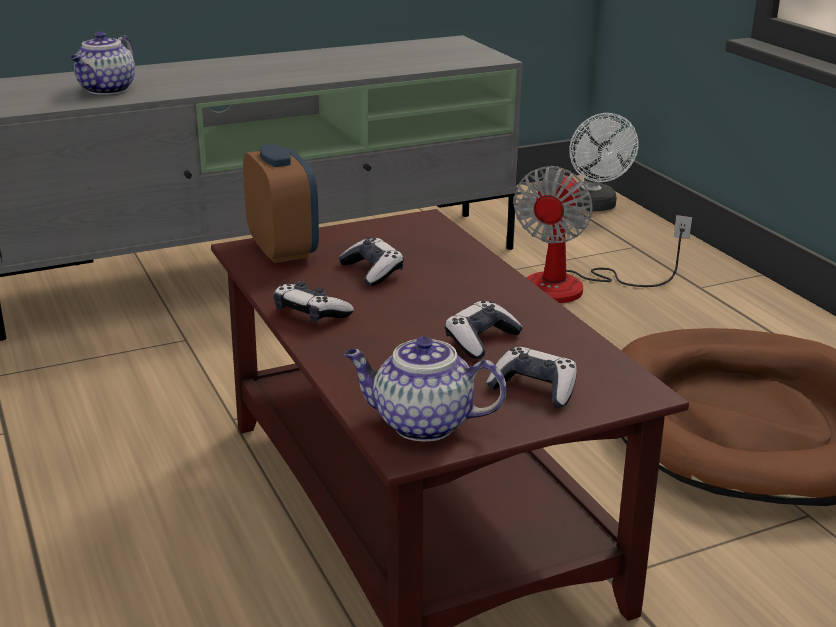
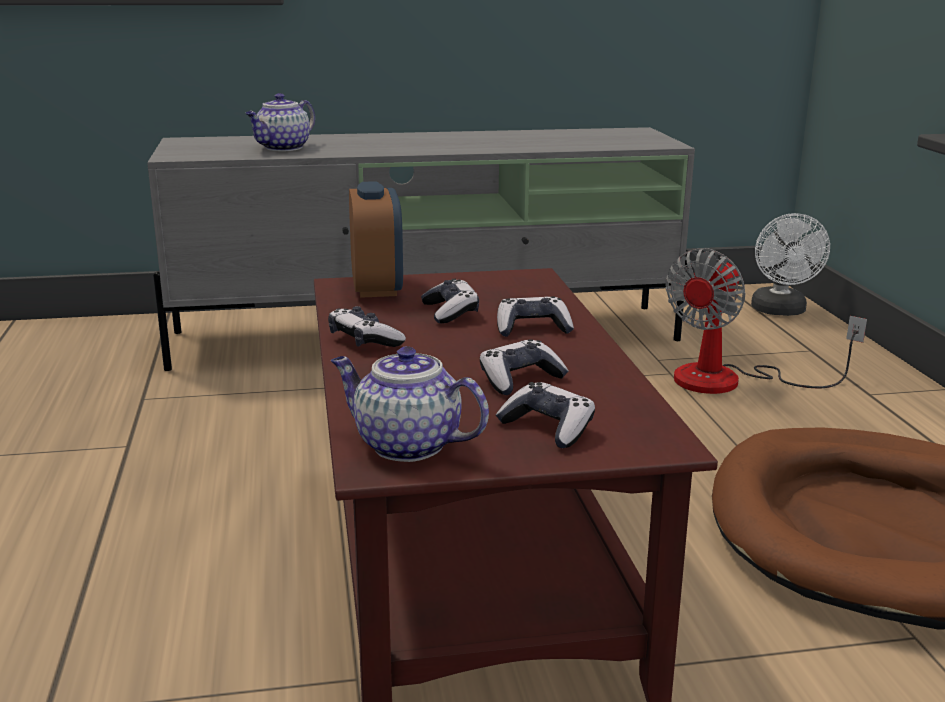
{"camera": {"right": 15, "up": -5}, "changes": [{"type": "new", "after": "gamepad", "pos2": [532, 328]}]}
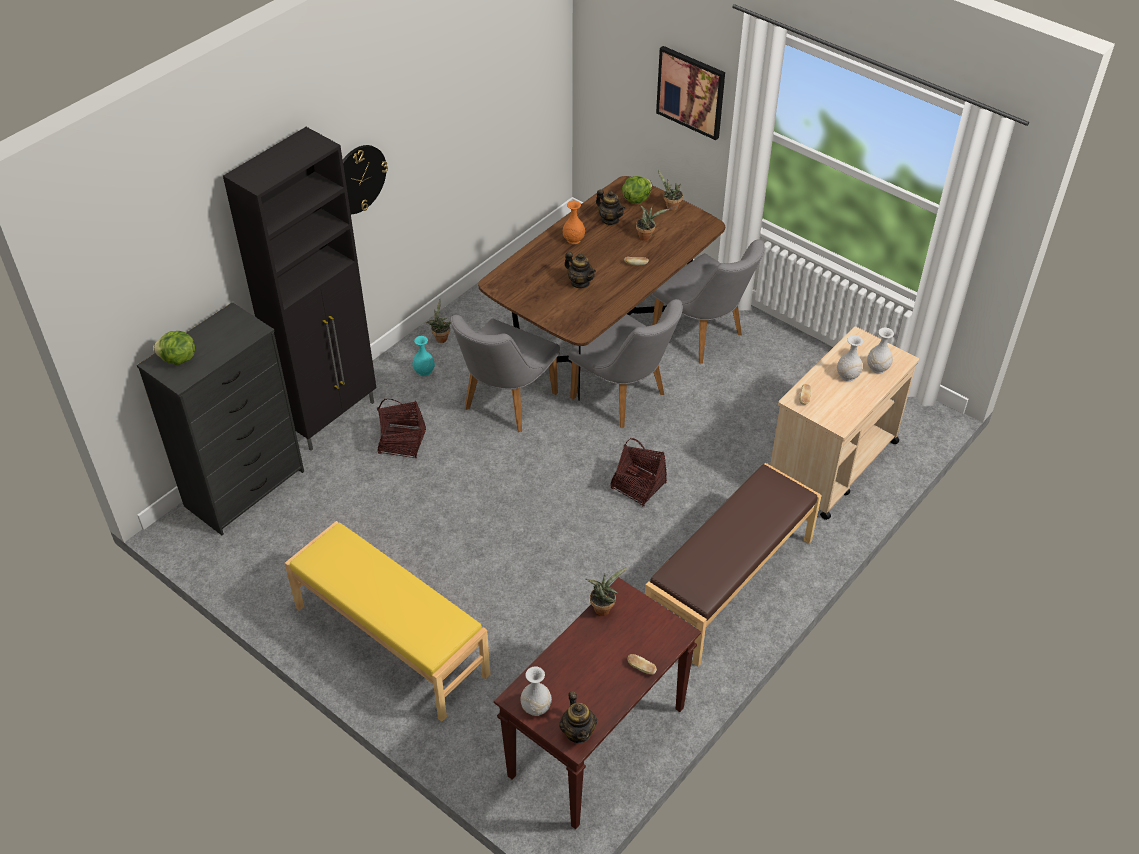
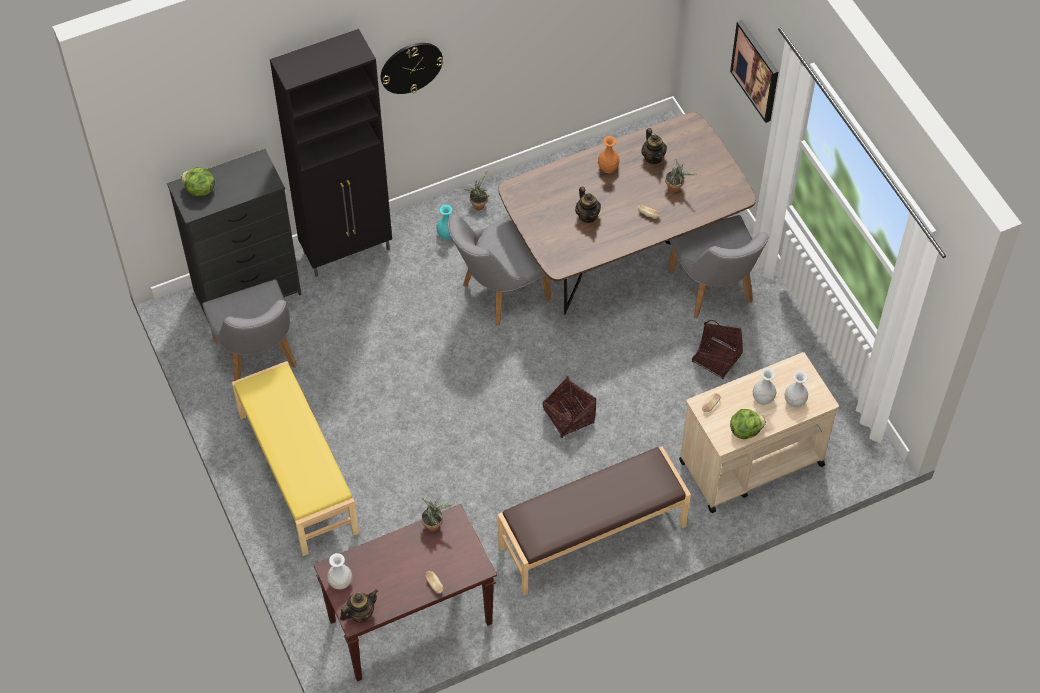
{"camera": {"right": 25, "up": 10}, "changes": [{"type": "shifted", "before": "storage_basket", "pos1": [402, 442], "pos2": [716, 358]}, {"type": "rotated", "before": "tea_pot", "pos1": [578, 732], "pos2": [360, 613], "turn": -135}, {"type": "shifted", "before": "grey_plain_chair", "pos1": [625, 399], "pos2": [259, 358]}, {"type": "shifted", "before": "lettuce_head", "pos1": [636, 199], "pos2": [745, 430]}, {"type": "gone", "before": "plant_in_a_pot", "pos1": [670, 207]}]}
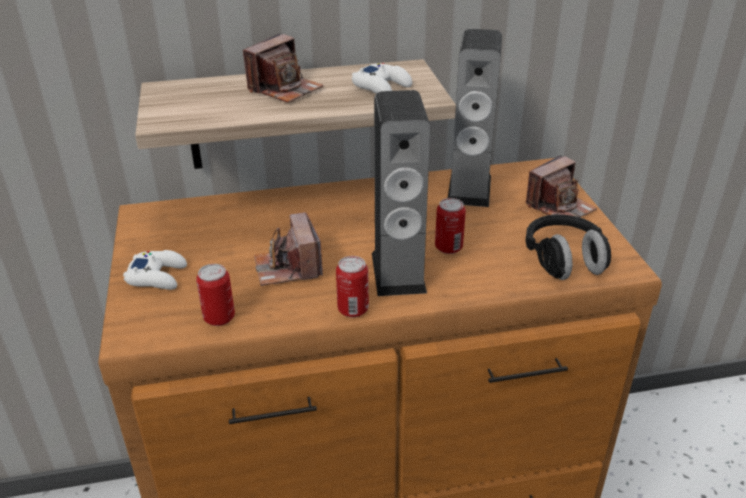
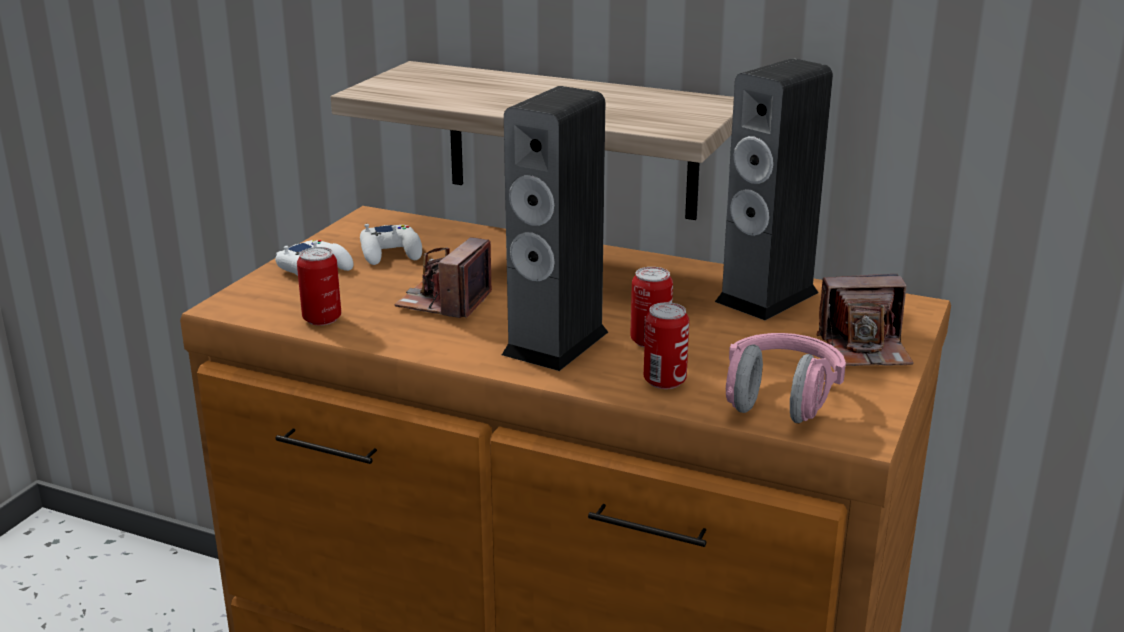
{"camera": {"right": 35, "up": -10}, "changes": [{"type": "gone", "before": "photo_camera", "pos1": [285, 89]}, {"type": "shifted", "before": "can", "pos1": [353, 309], "pos2": [664, 381]}, {"type": "shifted", "before": "white_gamepad", "pos1": [382, 87], "pos2": [391, 252]}, {"type": "repainted", "before": "black-coloured_headphones", "after": "pink_headphones", "pos1": [564, 261], "pos2": [779, 399]}]}
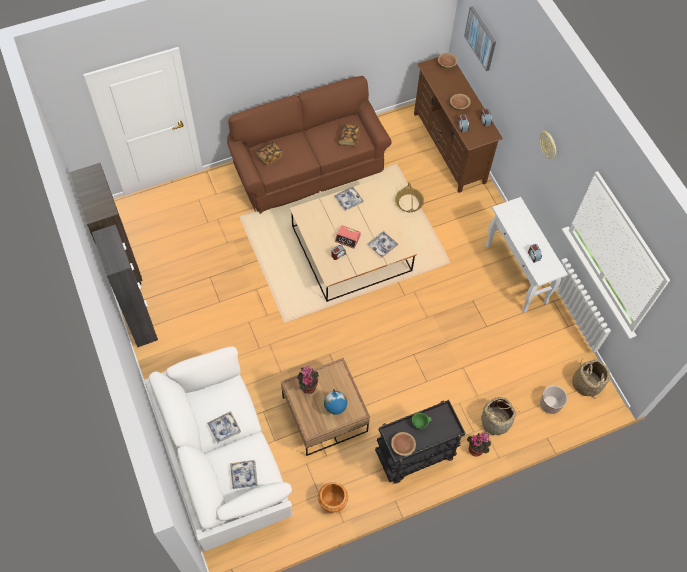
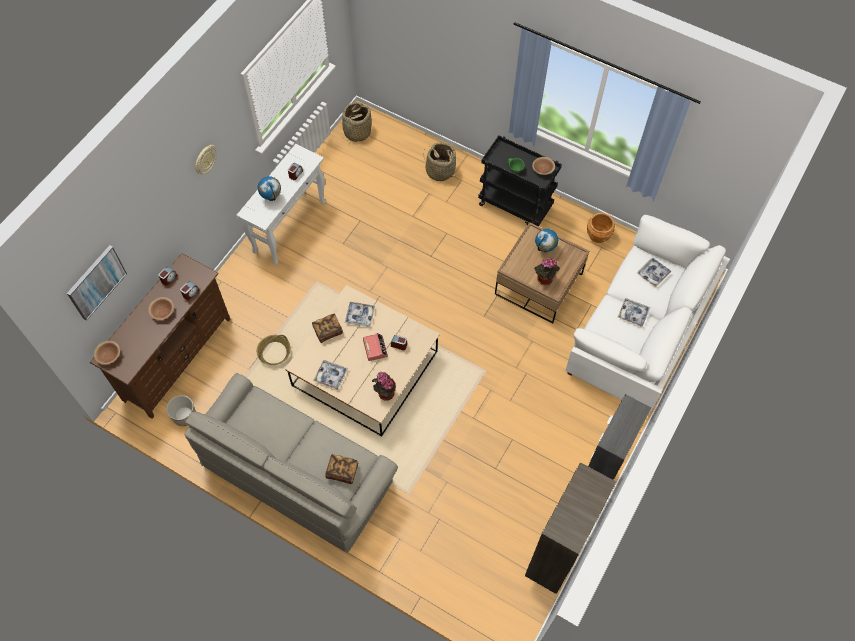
{"camera": {"right": -125, "up": 0}, "changes": [{"type": "repainted", "before": "brownish_sofa", "after": "grey_sofa", "pos1": [308, 167], "pos2": [297, 472]}, {"type": "shifted", "before": "volume", "pos1": [348, 139], "pos2": [328, 331]}, {"type": "shifted", "before": "plant_in_a_pot", "pos1": [477, 448], "pos2": [384, 393]}, {"type": "shifted", "before": "plant_pot", "pos1": [550, 404], "pos2": [184, 416]}, {"type": "new", "after": "globe", "pos2": [271, 198]}]}
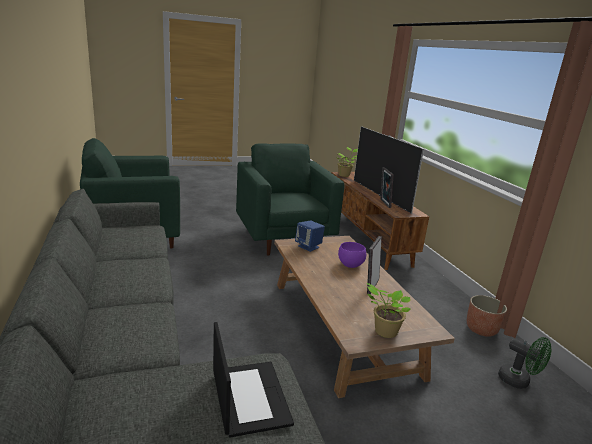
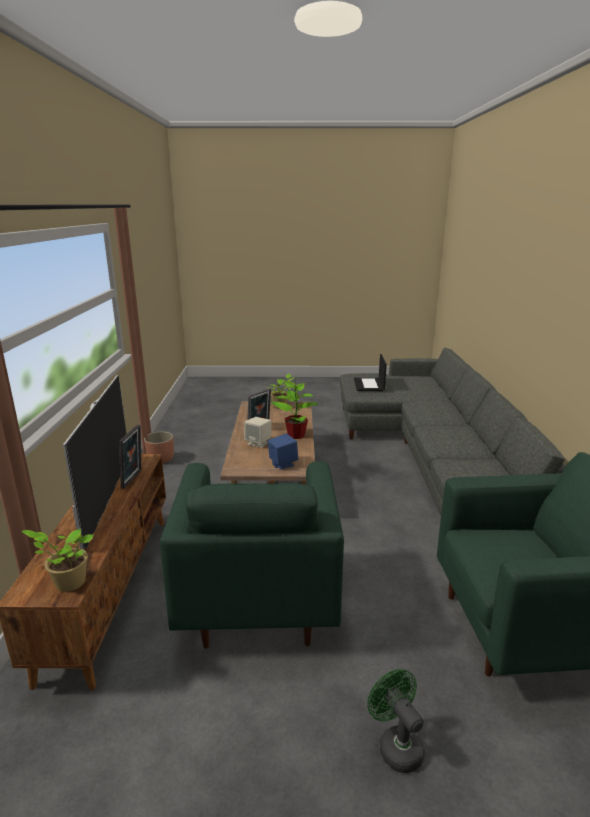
{"camera": {"right": -160, "up": 0}, "changes": [{"type": "swapped", "before": "purple-coloured_deep_dish", "after": "sand-coloured_loudspeaker", "pos1": [350, 265], "pos2": [258, 443]}, {"type": "shifted", "before": "green-coloured_fan", "pos1": [519, 381], "pos2": [396, 745]}, {"type": "new", "after": "plant_in_a_pot", "pos2": [296, 435]}]}
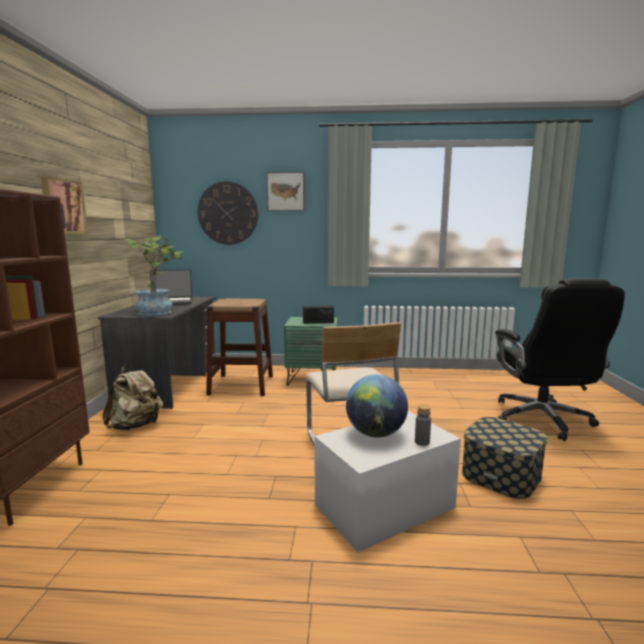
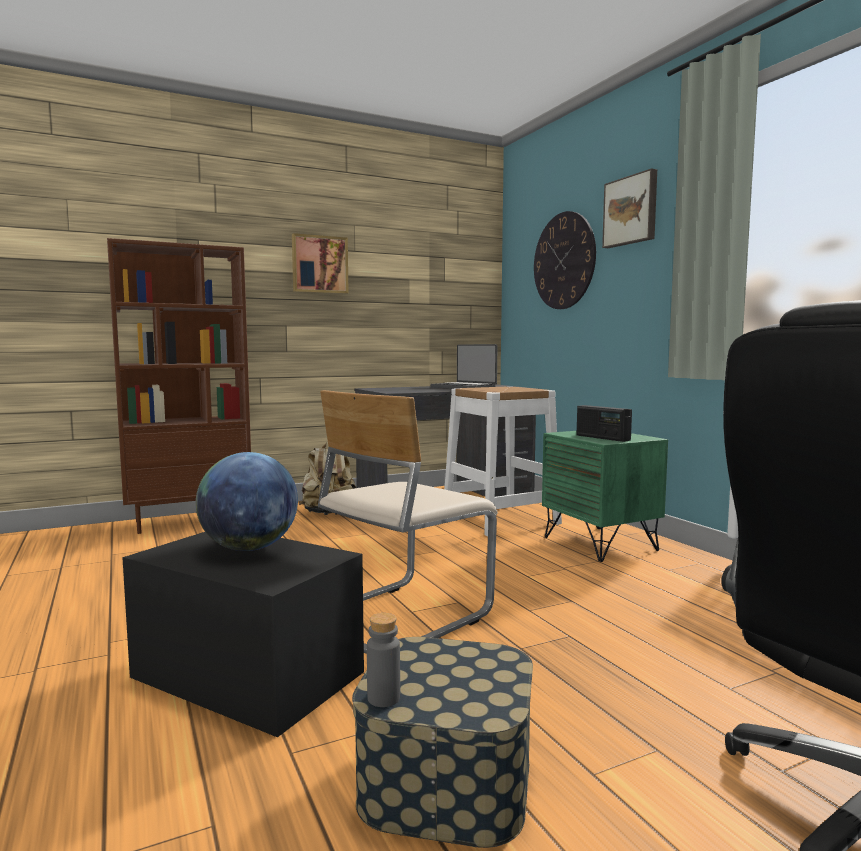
{"camera": {"right": 60, "up": -5}, "changes": [{"type": "gone", "before": "plant_in_a_pot", "pos1": [159, 311]}, {"type": "repainted", "before": "brownish_stool_seat", "after": "white_stool_seat", "pos1": [241, 385], "pos2": [500, 519]}, {"type": "repainted", "before": "white_storage_container", "after": "black-coloured_storage_container", "pos1": [384, 506], "pos2": [247, 674]}, {"type": "shifted", "before": "grey_drink_bottle", "pos1": [422, 442], "pos2": [383, 698]}]}
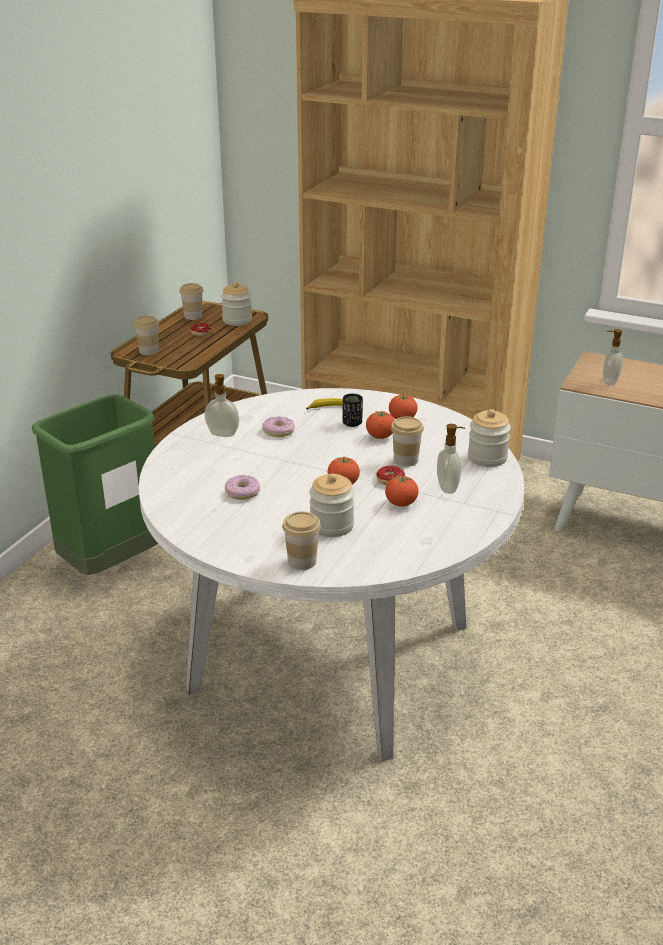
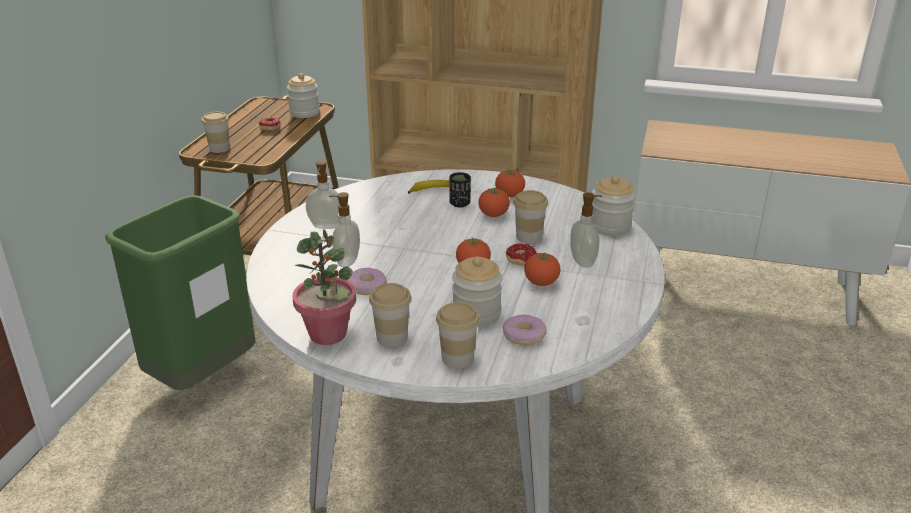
{"camera": {"right": -10, "up": 0}, "changes": [{"type": "shifted", "before": "small_cup", "pos1": [193, 316], "pos2": [392, 337]}, {"type": "shifted", "before": "doughnut", "pos1": [278, 431], "pos2": [524, 335]}, {"type": "shifted", "before": "soap_dispenser", "pos1": [609, 381], "pos2": [346, 261]}, {"type": "new", "after": "plant_in_a_pot", "pos2": [328, 334]}]}
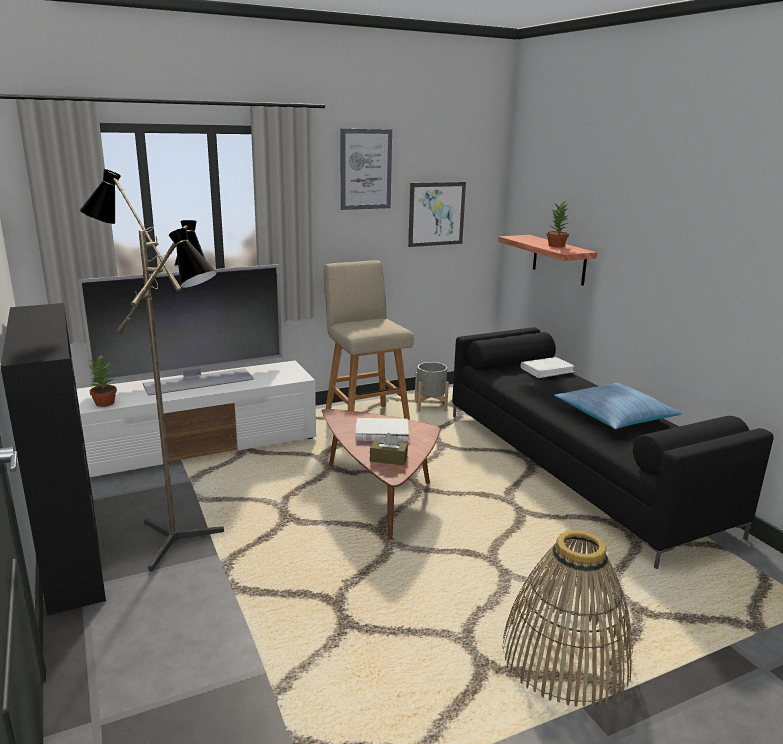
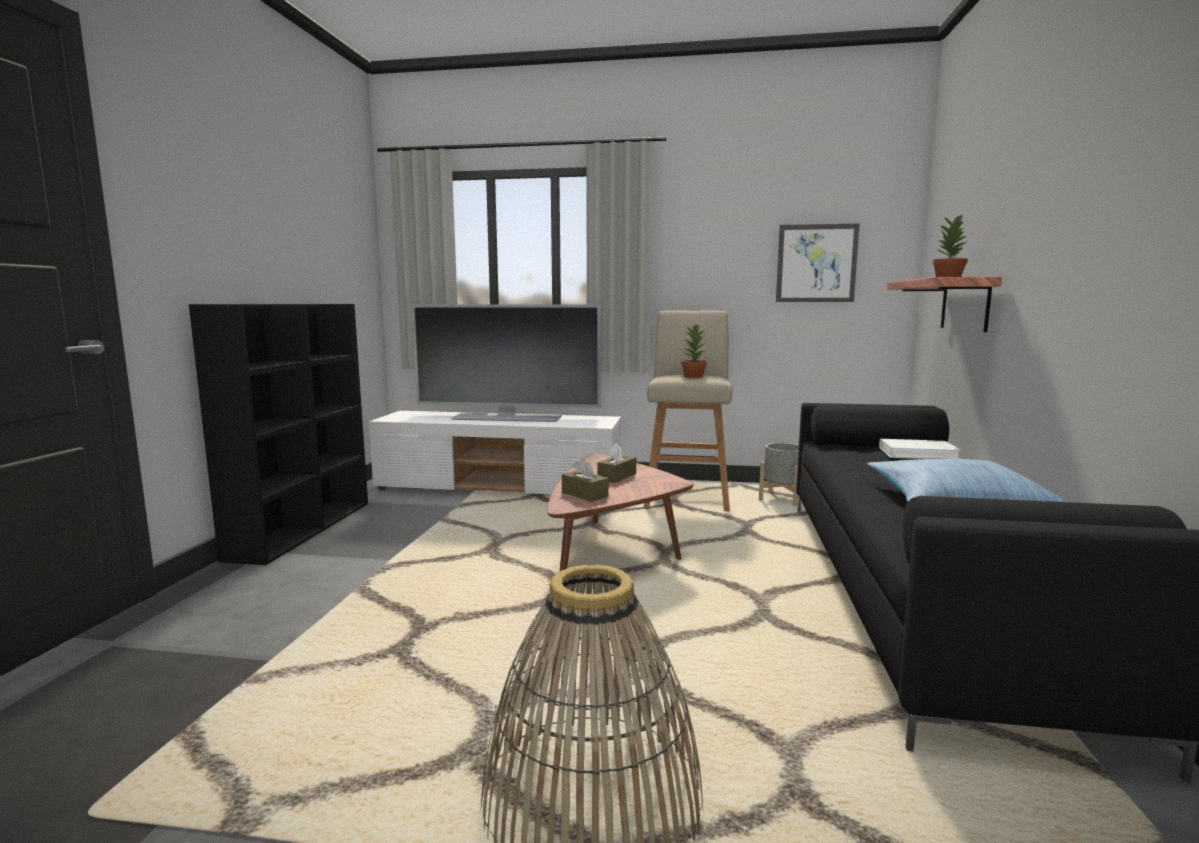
{"camera": {"right": 35, "up": -10}, "changes": [{"type": "gone", "before": "standing_lamp", "pos1": [181, 536]}, {"type": "shifted", "before": "plant_in_a_pot", "pos1": [104, 403], "pos2": [693, 376]}, {"type": "gone", "before": "wall_picture", "pos1": [366, 169]}, {"type": "swapped", "before": "white_volume", "after": "brownish_tissue_box", "pos1": [381, 433], "pos2": [617, 476]}]}
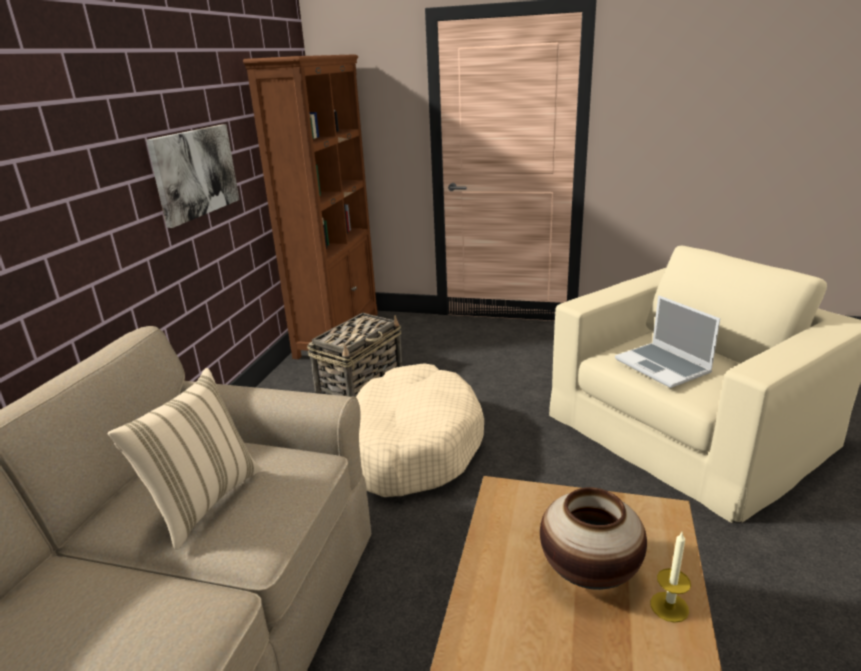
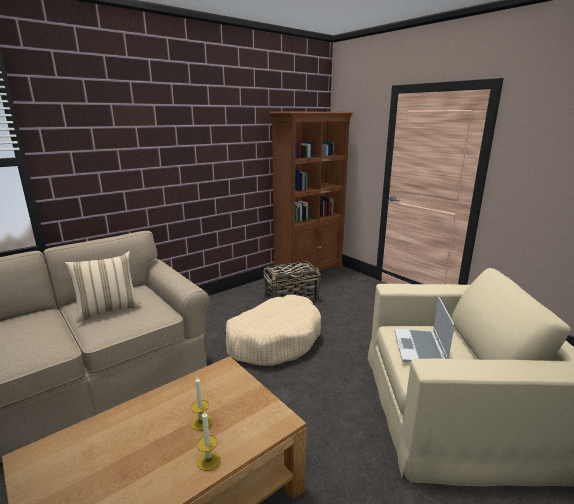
{"camera": {"right": 35, "up": -5}, "changes": [{"type": "gone", "before": "wall_picture", "pos1": [195, 173]}, {"type": "swapped", "before": "vase", "after": "candle", "pos1": [588, 572], "pos2": [201, 422]}]}
